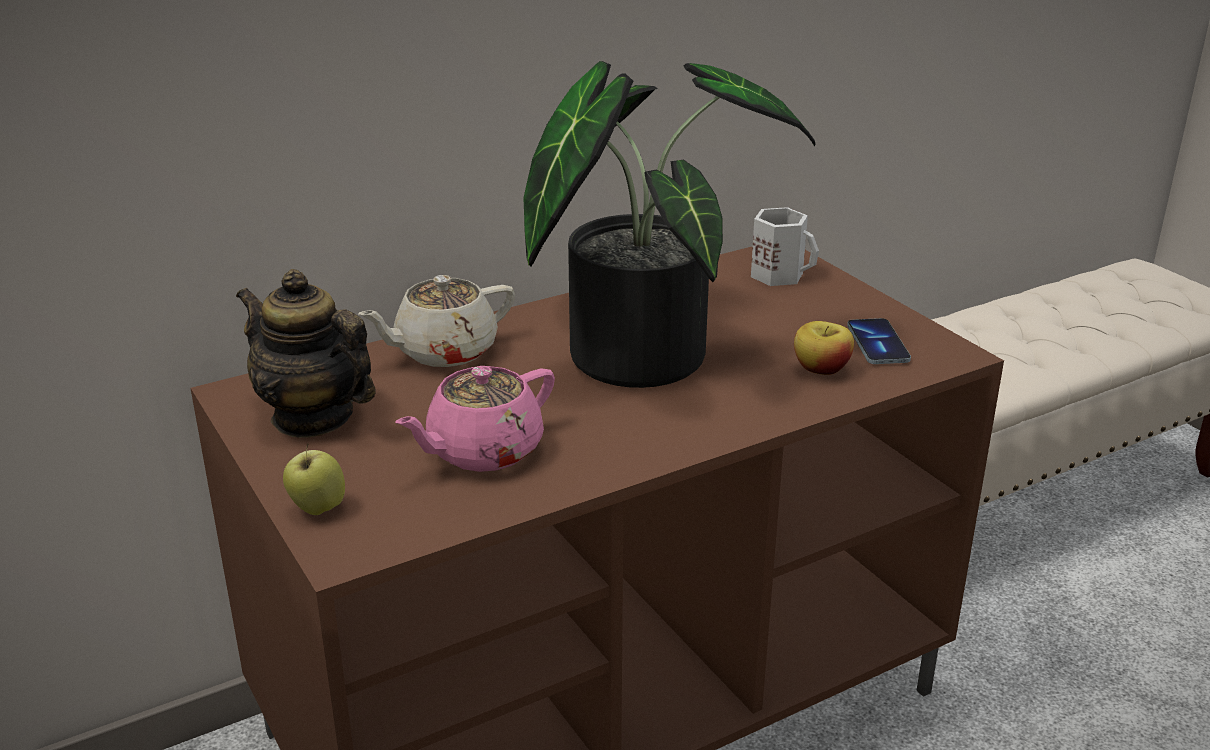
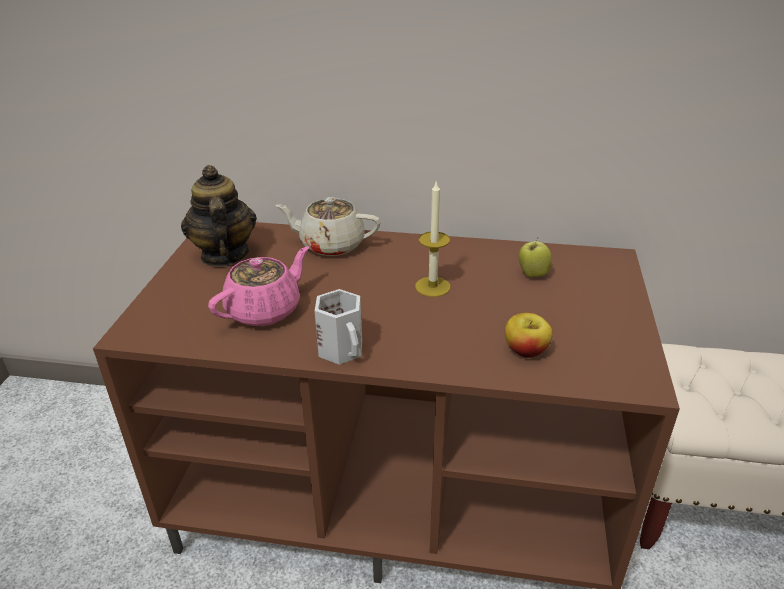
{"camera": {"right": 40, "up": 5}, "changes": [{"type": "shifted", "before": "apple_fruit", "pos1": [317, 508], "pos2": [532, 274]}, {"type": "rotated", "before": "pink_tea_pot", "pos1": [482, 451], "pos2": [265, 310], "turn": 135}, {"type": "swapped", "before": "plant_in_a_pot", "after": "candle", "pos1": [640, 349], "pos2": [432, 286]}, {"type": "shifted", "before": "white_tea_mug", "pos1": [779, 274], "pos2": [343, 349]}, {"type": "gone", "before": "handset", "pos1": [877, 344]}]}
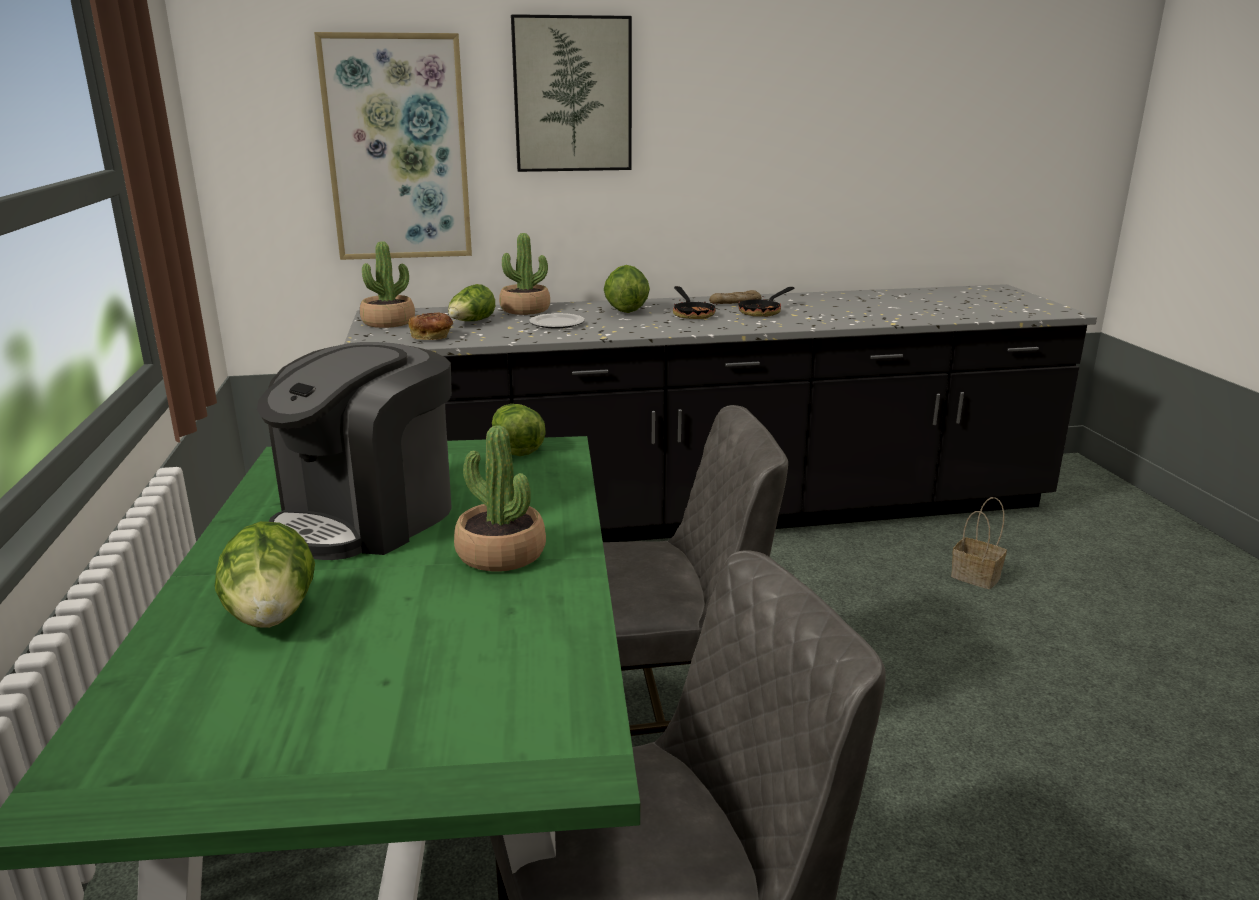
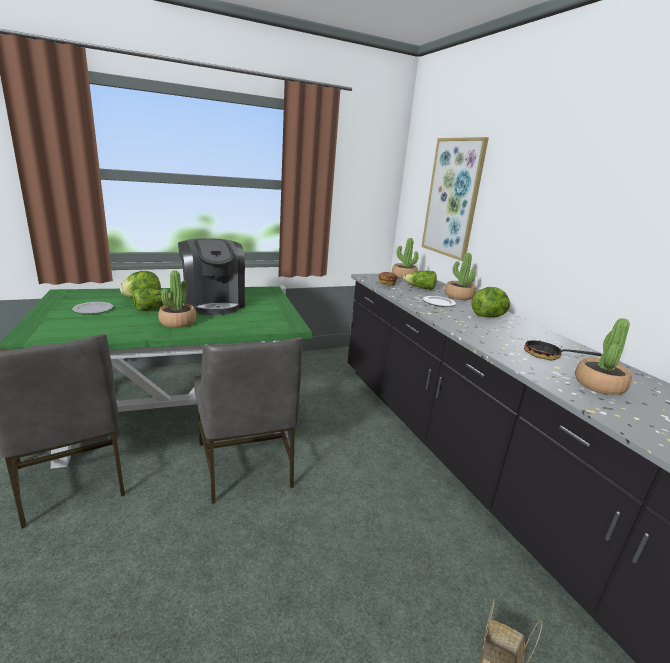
{"camera": {"right": 75, "up": 0}, "changes": [{"type": "rotated", "before": "coffee_maker", "pos1": [368, 517], "pos2": [213, 303], "turn": -135}, {"type": "shifted", "before": "lettuce_head", "pos1": [516, 447], "pos2": [152, 309]}, {"type": "gone", "before": "wall_picture", "pos1": [572, 95]}, {"type": "gone", "before": "frying_pan", "pos1": [692, 314]}, {"type": "gone", "before": "bakery_bread", "pos1": [735, 303]}, {"type": "new", "after": "plate", "pos2": [93, 310]}, {"type": "new", "after": "plant_in_a_pot", "pos2": [599, 385]}]}
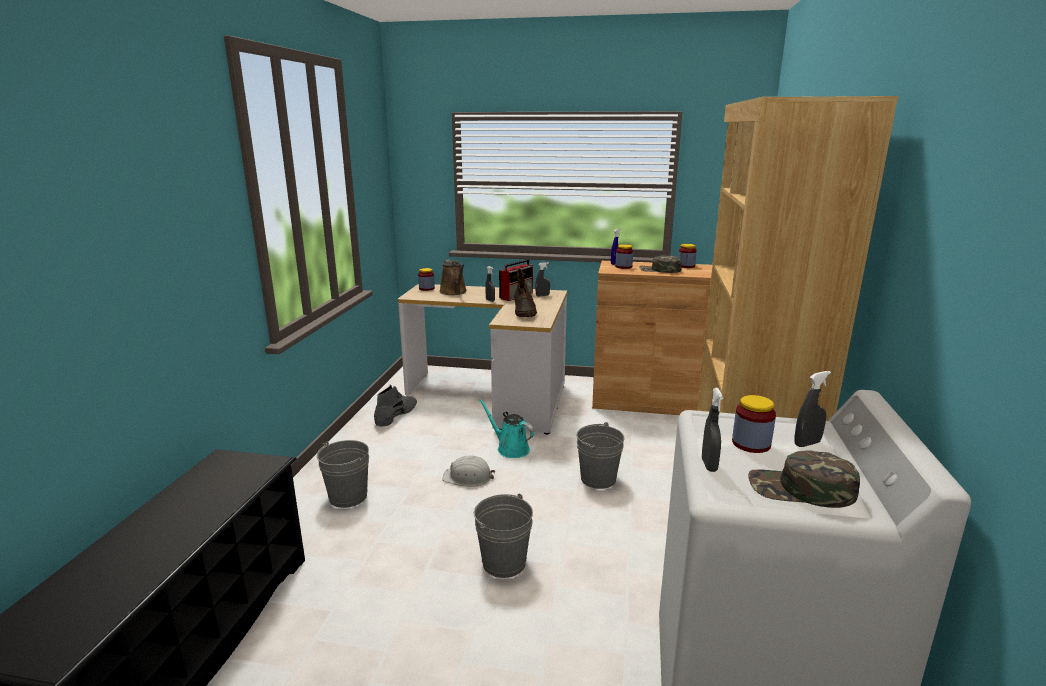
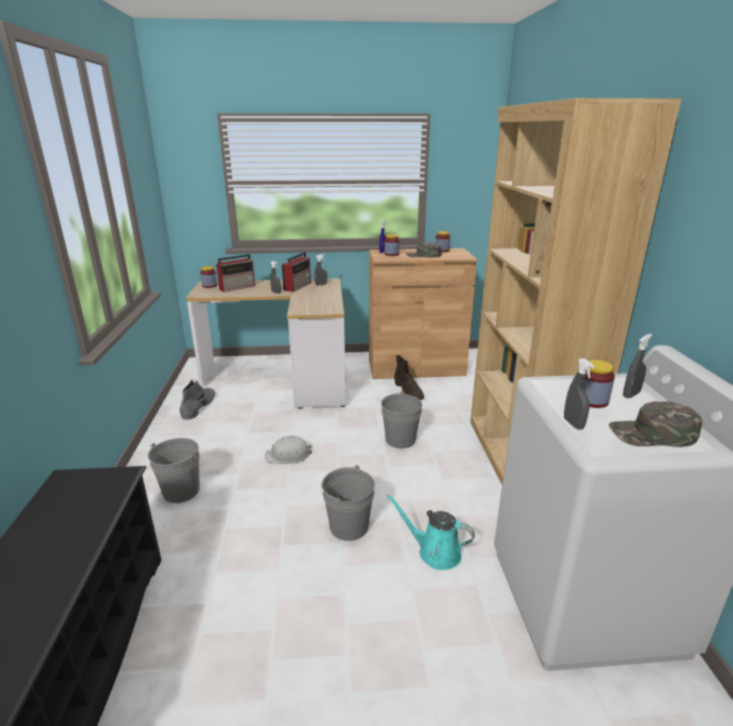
{"camera": {"right": -15, "up": 5}, "changes": [{"type": "swapped", "before": "brownish_watering_pot", "after": "radio_receiver", "pos1": [454, 292], "pos2": [238, 287]}, {"type": "shifted", "before": "turquoise_watering_pot", "pos1": [510, 448], "pos2": [435, 552]}, {"type": "shifted", "before": "brownish_high-top_boot", "pos1": [524, 311], "pos2": [408, 391]}]}
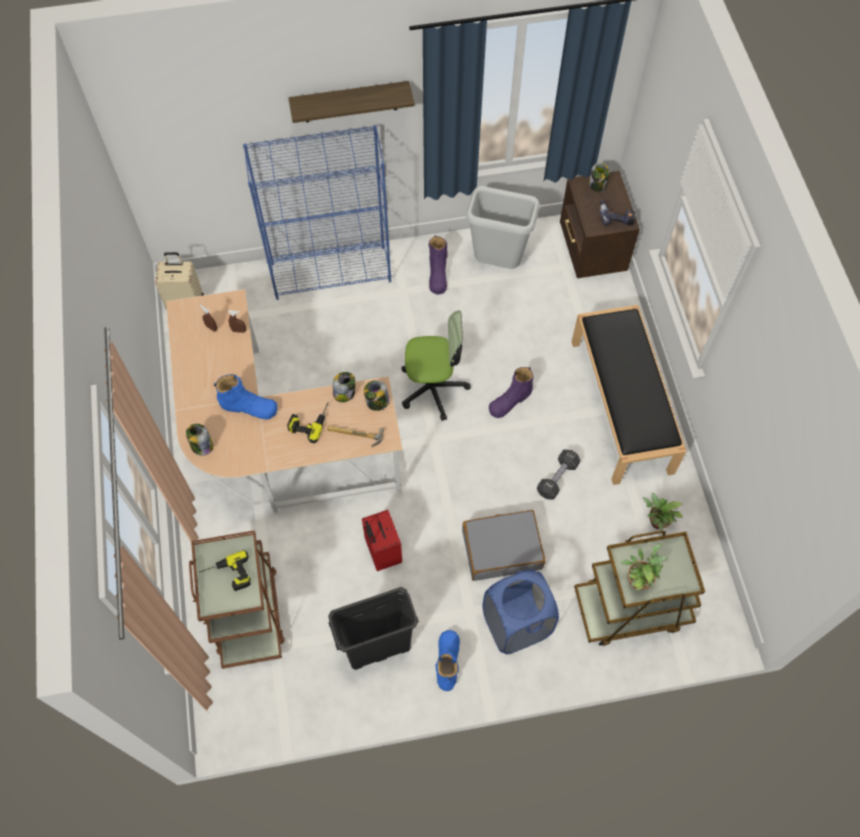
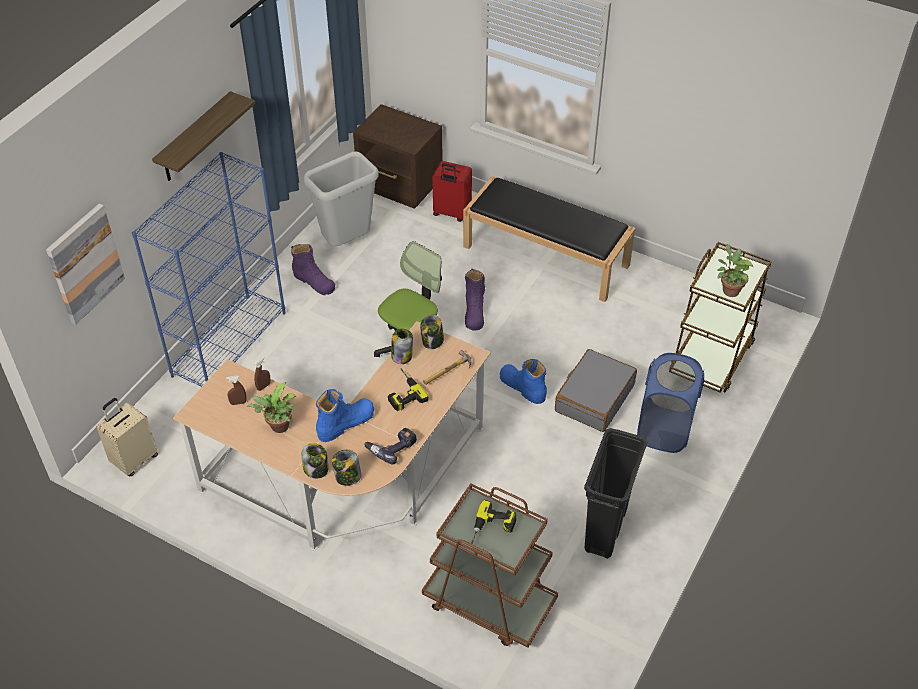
{"camera": {"right": -50, "up": -15}, "changes": [{"type": "shifted", "before": "red_suitcase", "pos1": [382, 552], "pos2": [451, 213]}, {"type": "shifted", "before": "bluish_high-top_boot", "pos1": [447, 661], "pos2": [522, 387]}, {"type": "gone", "before": "black-coloured_dumbbell", "pos1": [557, 478]}, {"type": "shifted", "before": "jar", "pos1": [597, 185], "pos2": [316, 469]}, {"type": "shifted", "before": "electric_drill", "pos1": [616, 216], "pos2": [391, 447]}, {"type": "shifted", "before": "plant_in_a_pot", "pos1": [655, 522], "pos2": [278, 427]}, {"type": "new", "after": "wall_picture", "pos2": [84, 263]}]}
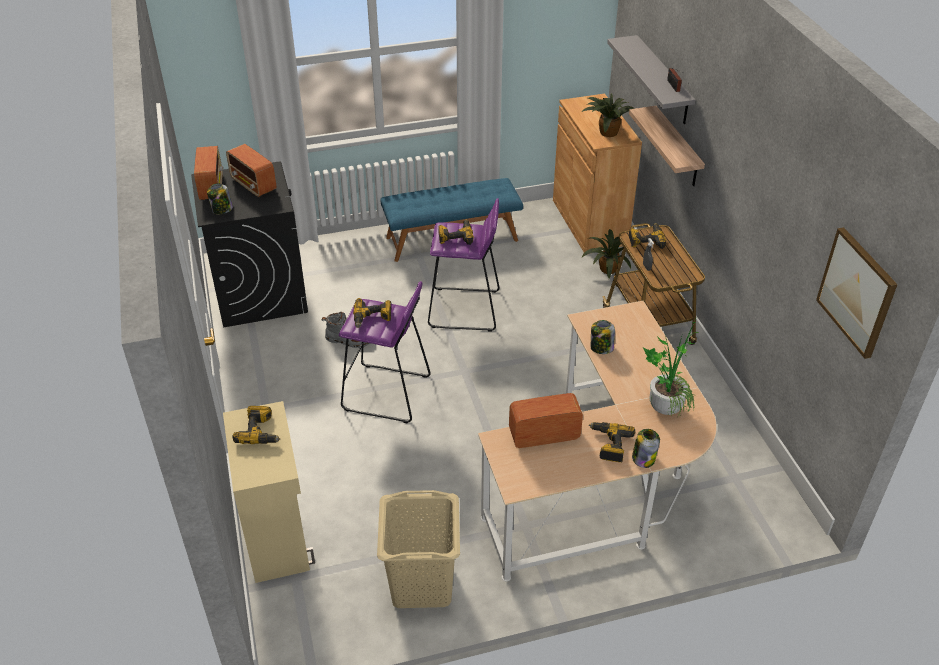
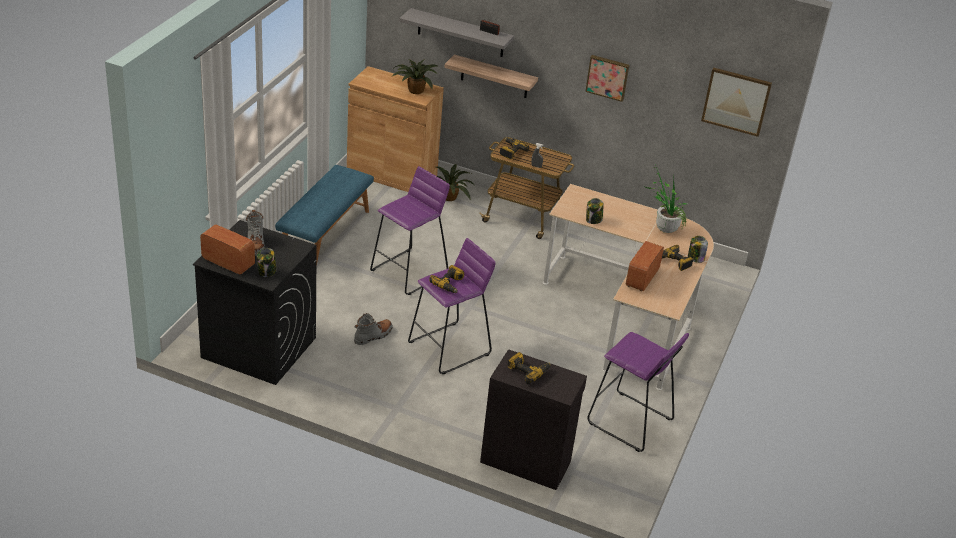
{"camera": {"right": -55, "up": -5}, "changes": [{"type": "repainted", "before": "sand-coloured_cabinet", "after": "black-coloured_cabinet", "pos1": [278, 535], "pos2": [525, 460]}, {"type": "swapped", "before": "radio_receiver", "after": "grey_high-top_boot", "pos1": [254, 185], "pos2": [255, 244]}, {"type": "swapped", "before": "sand-coloured_washing_basket", "after": "purple-coloured_stool_seat", "pos1": [421, 584], "pos2": [630, 422]}, {"type": "gone", "before": "electric_drill", "pos1": [455, 236]}, {"type": "new", "after": "wall_picture", "pos2": [607, 77]}]}
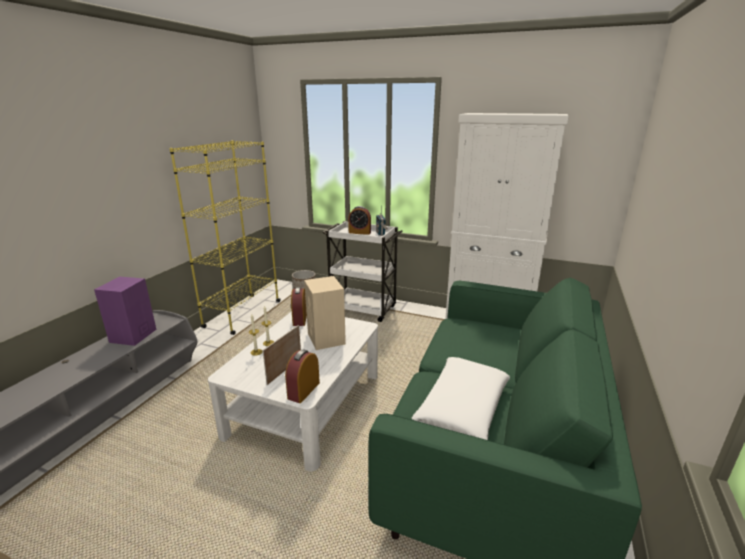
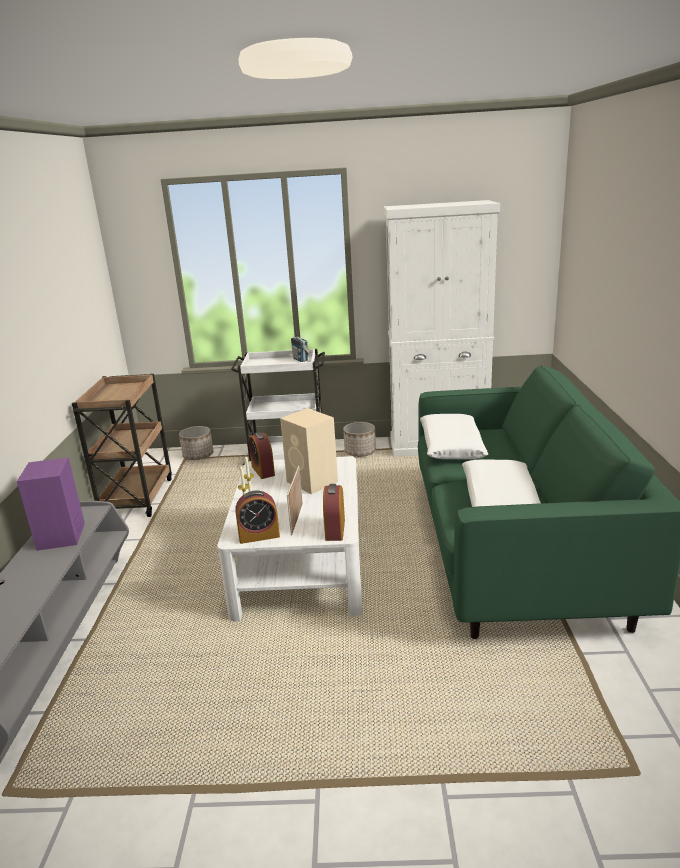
{"camera": {"right": -20, "up": 0}, "changes": [{"type": "swapped", "before": "yellow_shelving_unit", "after": "brownish_wheeled_cart", "pos1": [242, 314], "pos2": [137, 497]}, {"type": "shifted", "before": "bedside_clock", "pos1": [359, 232], "pos2": [259, 536]}, {"type": "new", "after": "plant_pot", "pos2": [360, 452]}, {"type": "new", "after": "white_pillow", "pos2": [451, 446]}]}
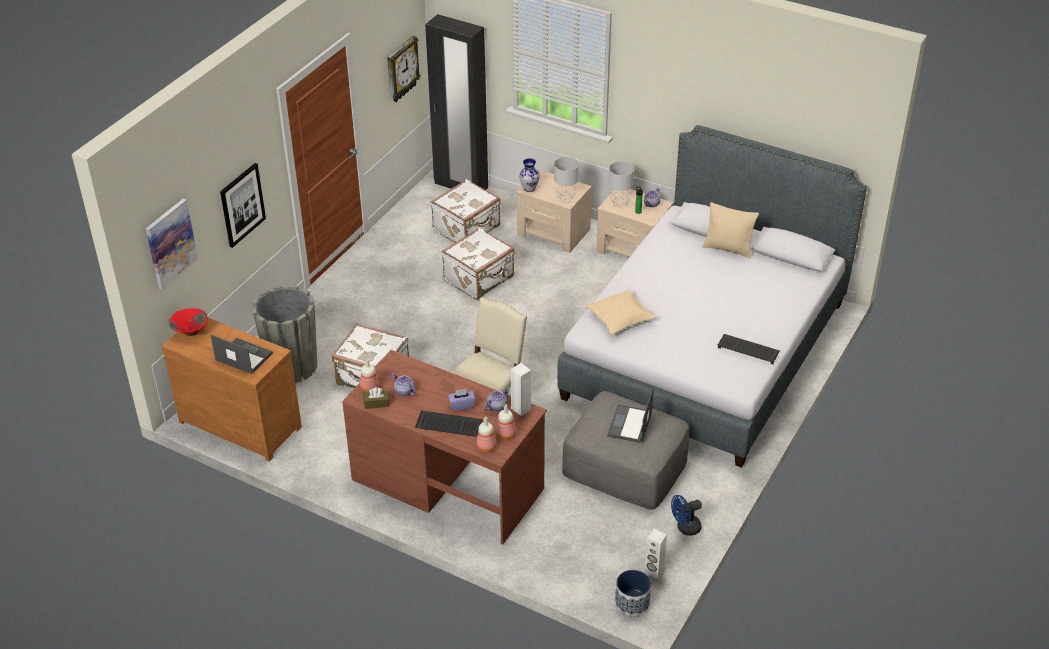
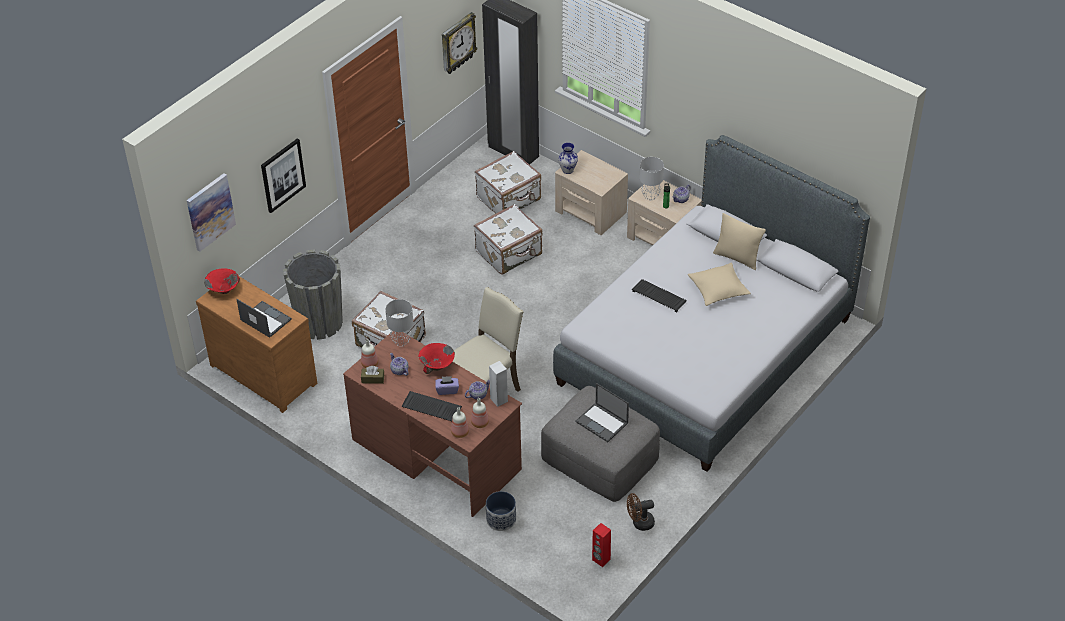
{"camera": {"right": 10, "up": 5}, "changes": [{"type": "shifted", "before": "grey_table_lamp", "pos1": [565, 200], "pos2": [401, 342]}, {"type": "shifted", "before": "sand-coloured_pillow", "pos1": [620, 317], "pos2": [718, 289]}, {"type": "rotated", "before": "notebook_computer", "pos1": [629, 425], "pos2": [602, 422], "turn": -75}, {"type": "shifted", "before": "plant_pot", "pos1": [632, 602], "pos2": [501, 519]}, {"type": "repainted", "before": "white_loudspeaker", "after": "red_loudspeaker", "pos1": [654, 571], "pos2": [601, 560]}, {"type": "repainted", "before": "bluish_fan", "after": "brownish_fan", "pos1": [685, 528], "pos2": [639, 523]}, {"type": "shifted", "before": "keyboard", "pos1": [749, 349], "pos2": [659, 296]}, {"type": "new", "after": "red_deep_dish", "pos2": [437, 366]}]}
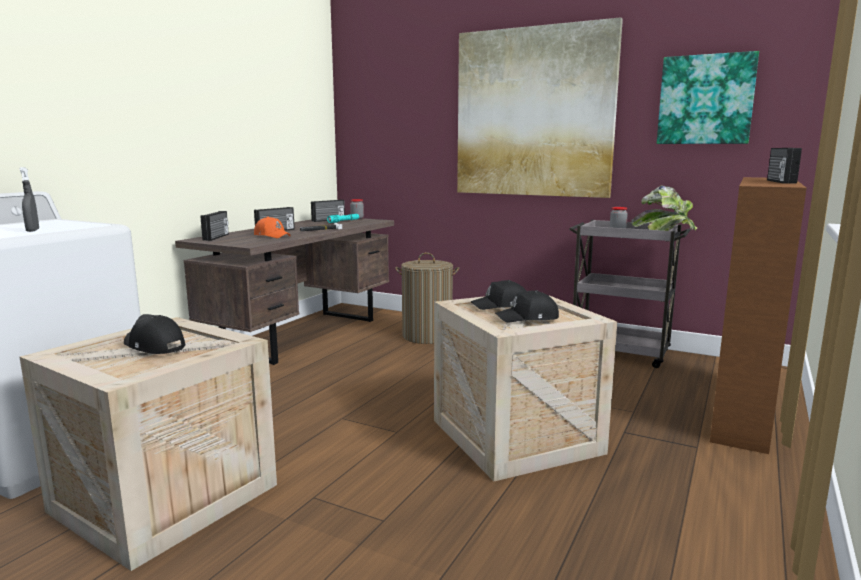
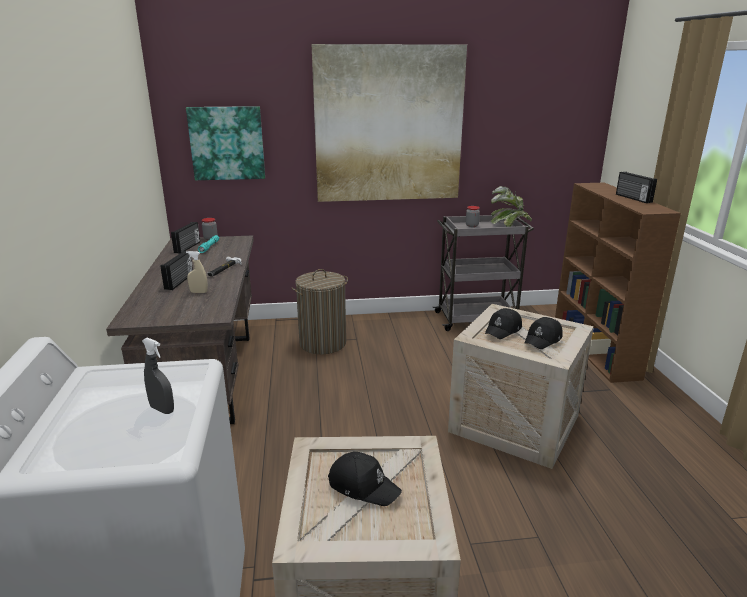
{"camera": {"right": -35, "up": 10}, "changes": [{"type": "rotated", "before": "black-coloured_cap", "pos1": [153, 346], "pos2": [363, 485], "turn": -150}, {"type": "gone", "before": "radio_receiver", "pos1": [217, 237]}, {"type": "swapped", "before": "orange_cap", "after": "sand-coloured_hand_sprayer", "pos1": [272, 236], "pos2": [199, 292]}, {"type": "shifted", "before": "wall_picture", "pos1": [705, 100], "pos2": [227, 143]}]}
